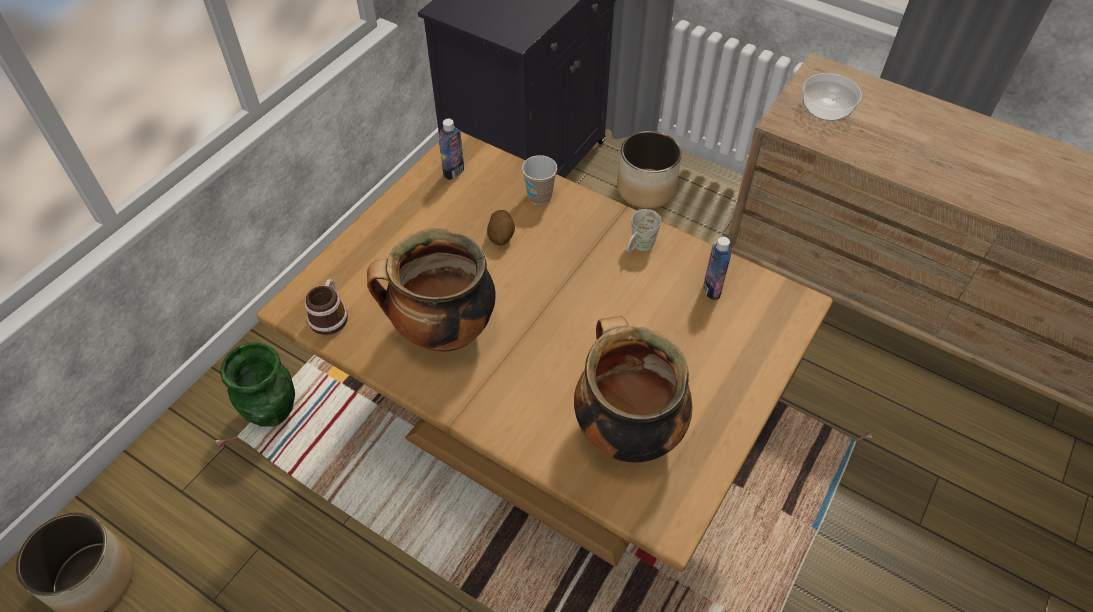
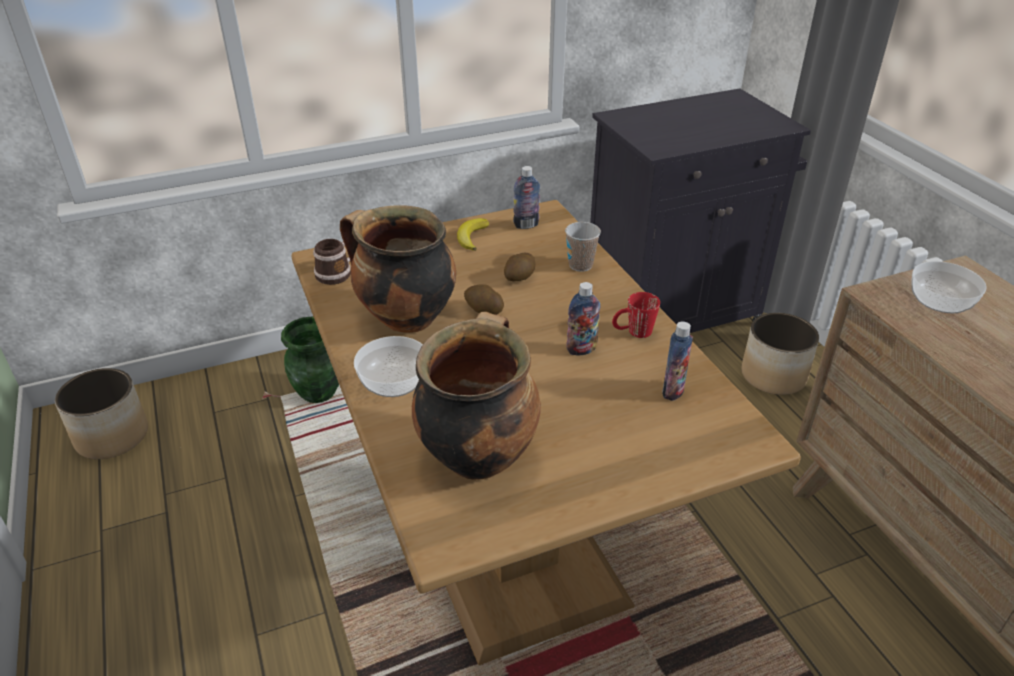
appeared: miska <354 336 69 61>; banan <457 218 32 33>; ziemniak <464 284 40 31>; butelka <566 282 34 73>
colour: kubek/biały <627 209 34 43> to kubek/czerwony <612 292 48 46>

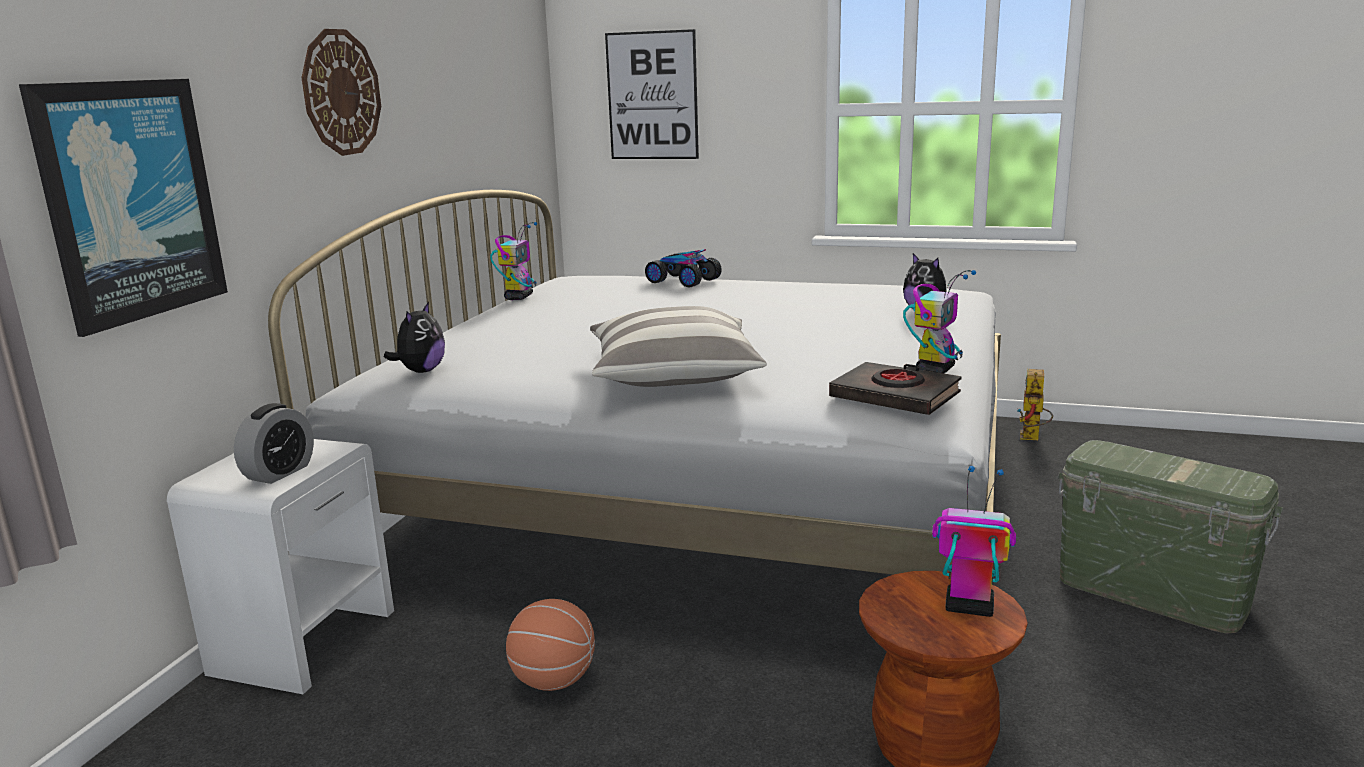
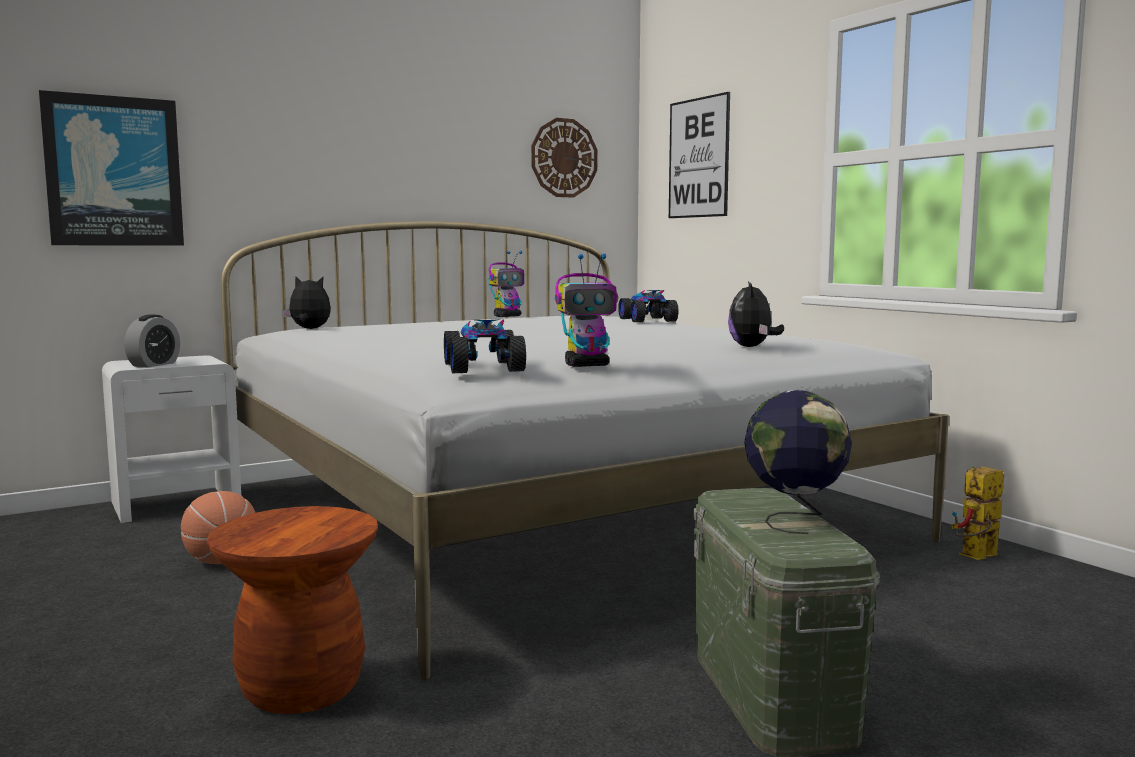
missing: poduszka <590 306 177 81>; robot zabawkowy <932 466 84 151>
appeared: globus <744 390 108 144>
relocated: zegar ścienny <301 29 80 127> to <531 118 66 80>
exchanged: książka/czarny <829 362 133 53> to samochodzik <444 319 82 54>
spun: budzik <234 403 80 81> = <124 315 56 52> 45 degrees counterclockwise; pluszak <384 302 61 71> = <282 276 49 53> 135 degrees counterclockwise

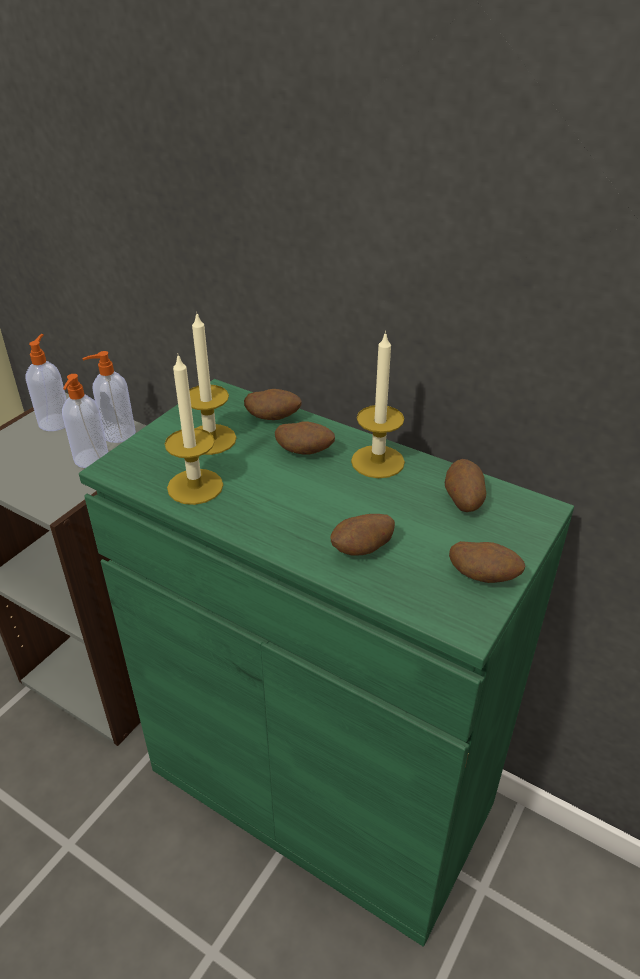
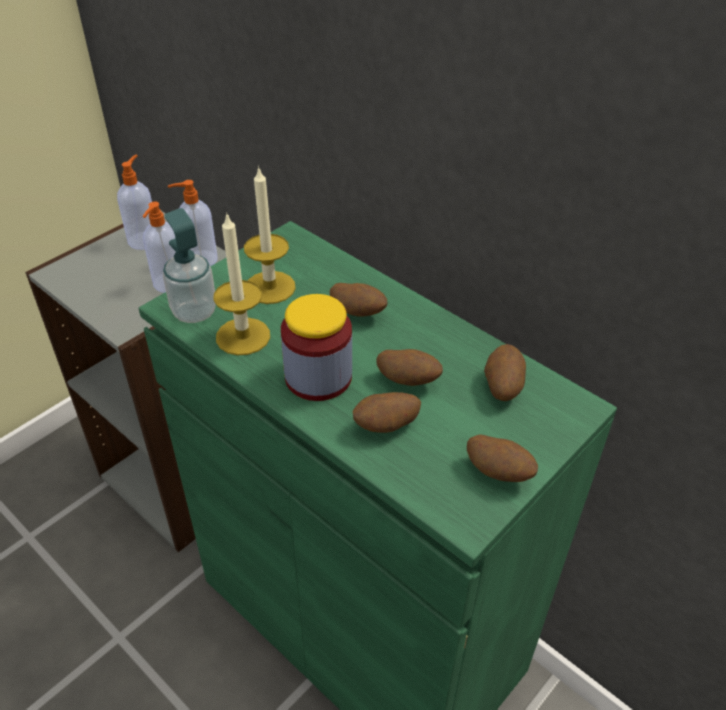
missing: świeca <351 331 54 147>
appeared: dozownik mydła <163 208 53 115>; słoik <281 294 71 107>
relocated: ziemniak <244 389 58 31> to <376 349 67 37>

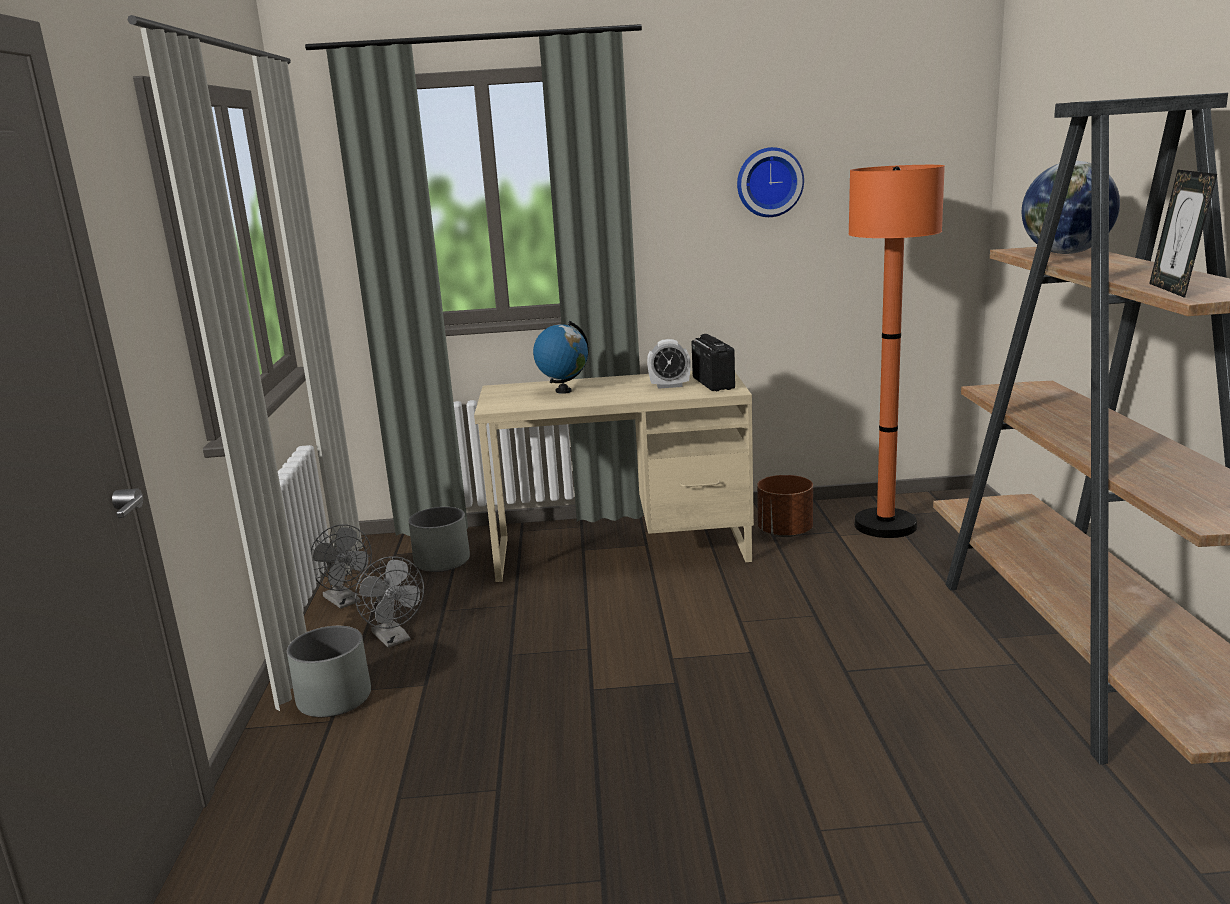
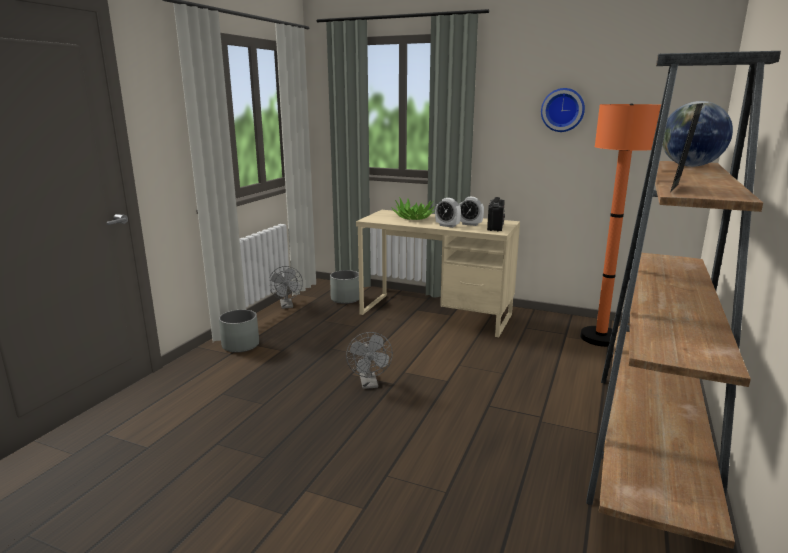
missing: donica/brązowy <757 475 56 62>
appeared: budzik <435 198 26 30>
relocated: wentylator/szary <355 556 69 92> to <346 332 47 57>
exchanged: globus <533 321 56 73> to roślina doniczkowa <391 197 44 23>

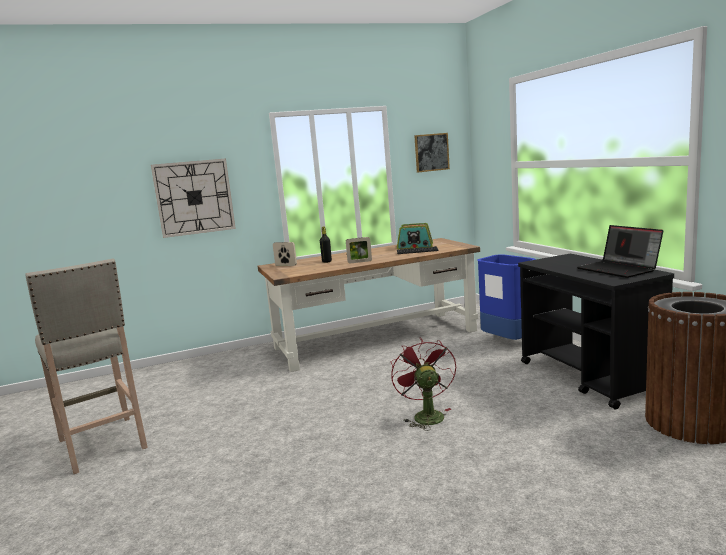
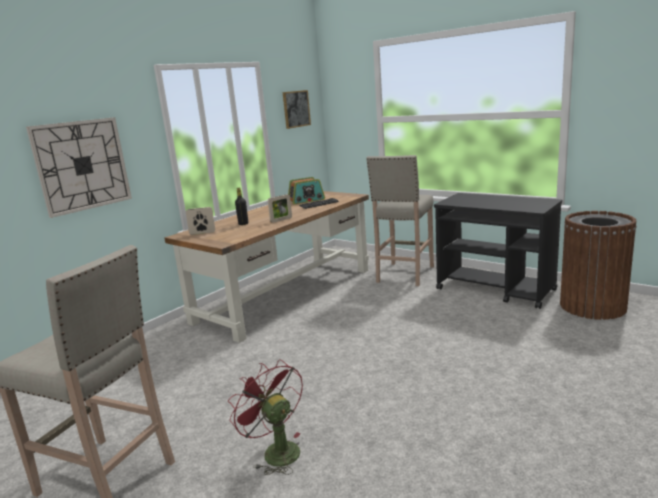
missing: laptop <577 225 86 53>
relocated: wentylator/czerwony <391 337 65 94> to <228 359 75 116>
exchanged: kosz na śmieci/niebieski <477 254 59 86> to stołek/beżowy <366 155 68 131>

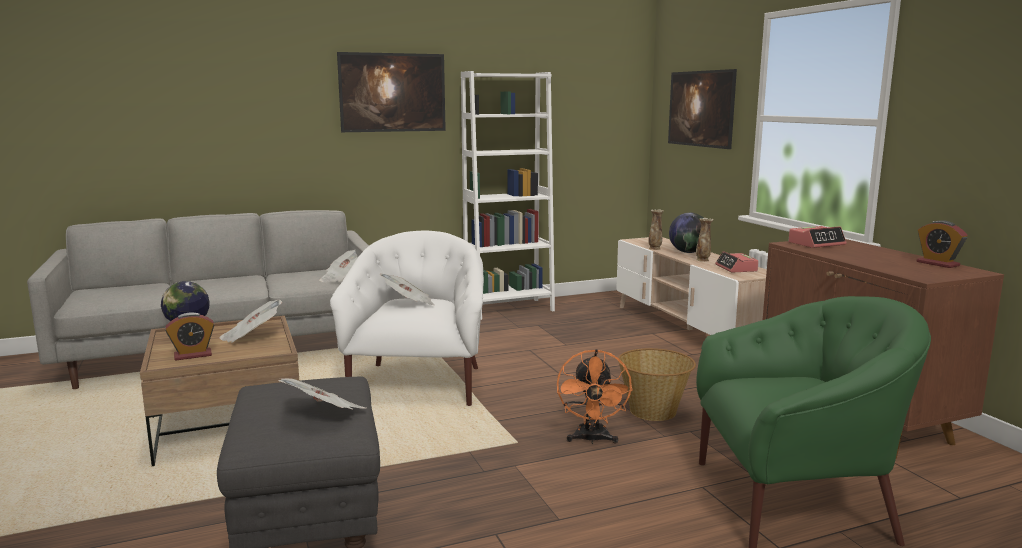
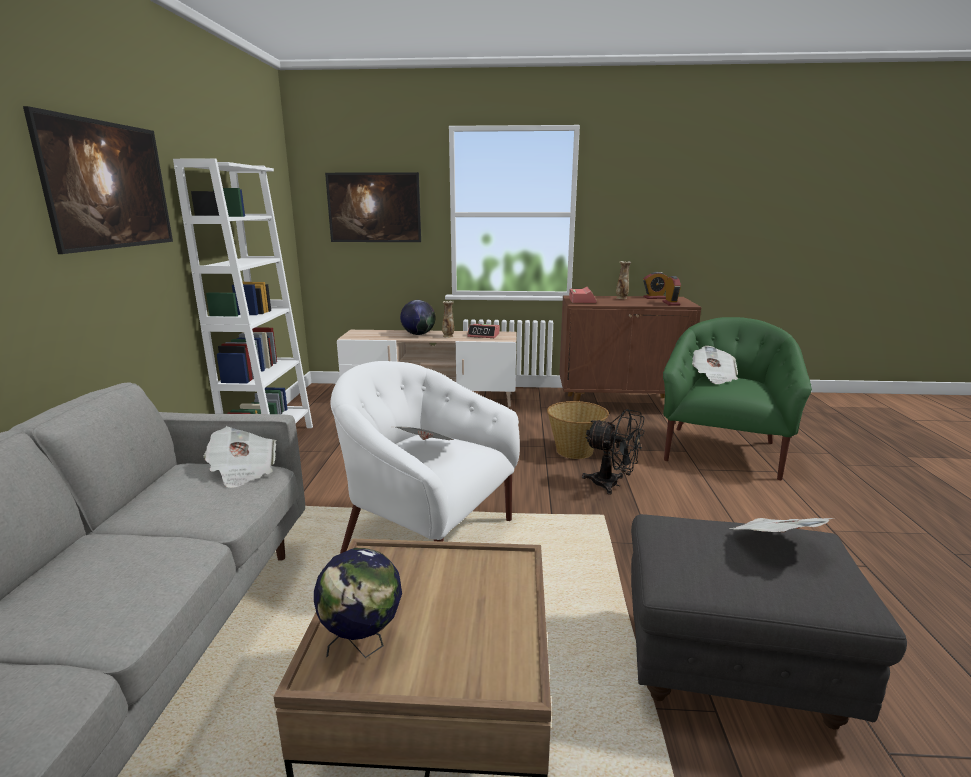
relocated: wazon <648 209 15 41> to <616 261 16 38>; budzik <165 313 49 48> to <662 276 19 30>; gazeta <220 300 62 43> to <692 346 46 38>
colour: wentylator/pomarańczowy <557 349 75 95> to wentylator/czarny <582 409 62 86>

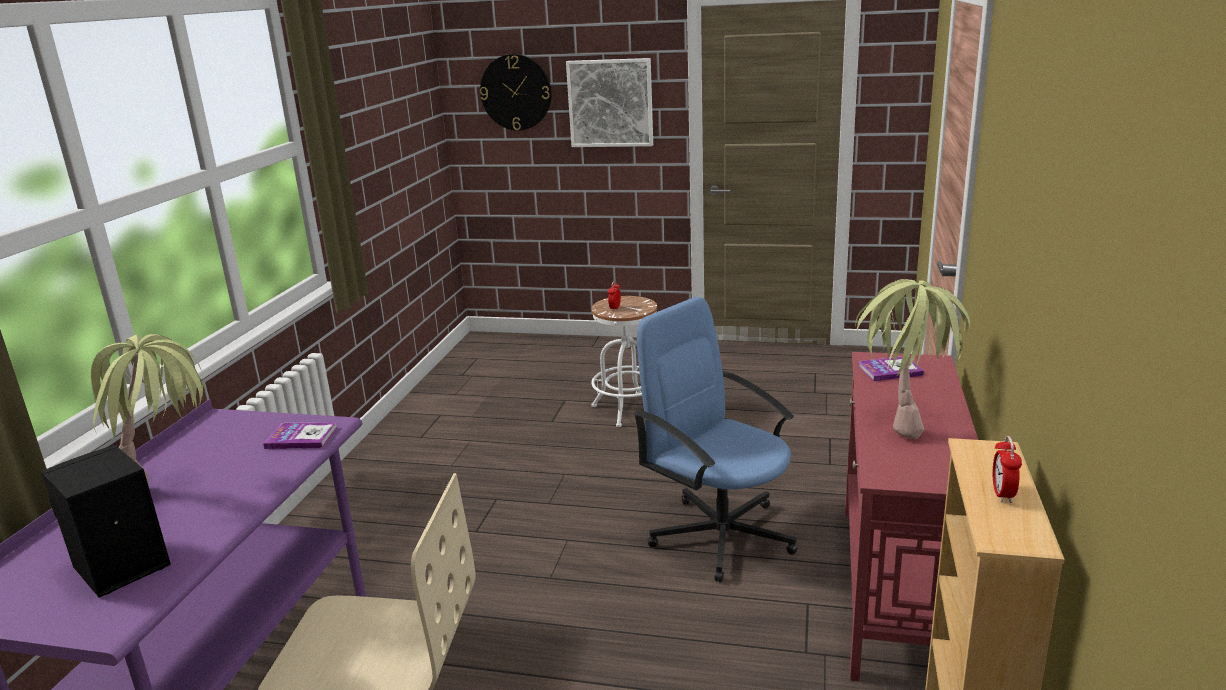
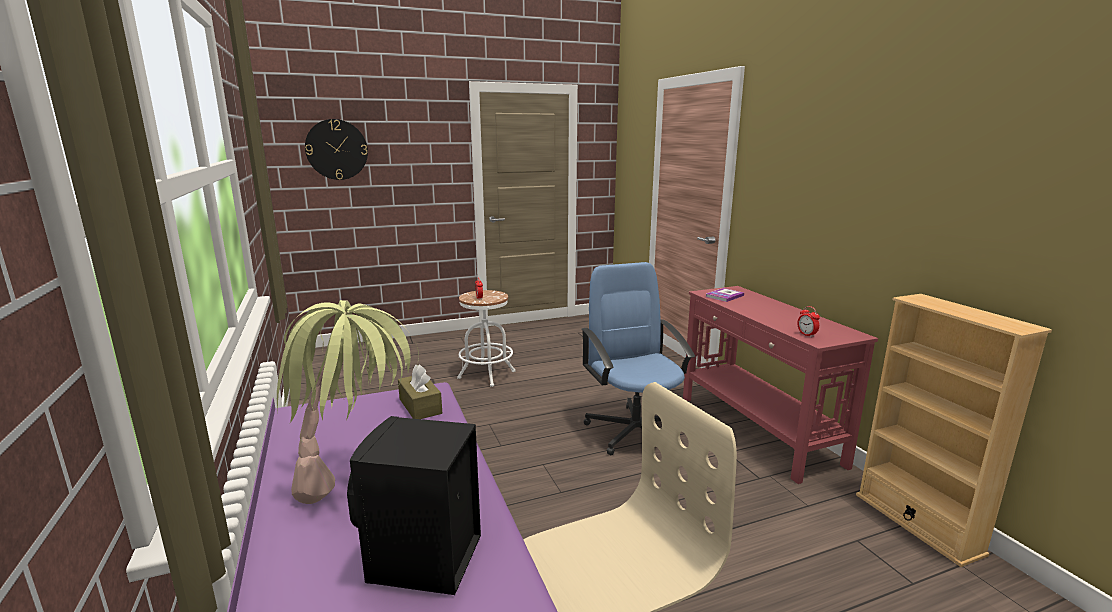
missing: obraz <566 58 87 89>; roślina doniczkowa <856 279 114 160>
relocated: budzik <993 436 29 67> to <797 306 23 31>
exchanged: książka <263 422 75 27> to pudełko chusteczek/brązowy <398 364 44 55>
spun: krzesło biurowe/niebieski <633 297 165 285> = <582 262 113 194> 60 degrees clockwise

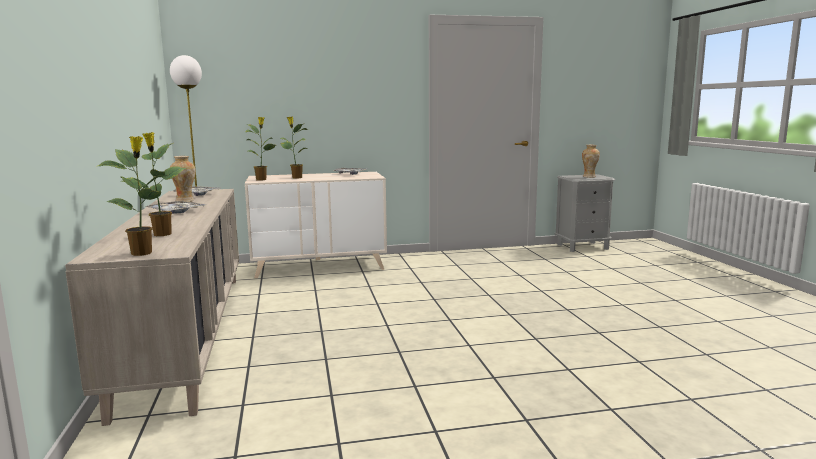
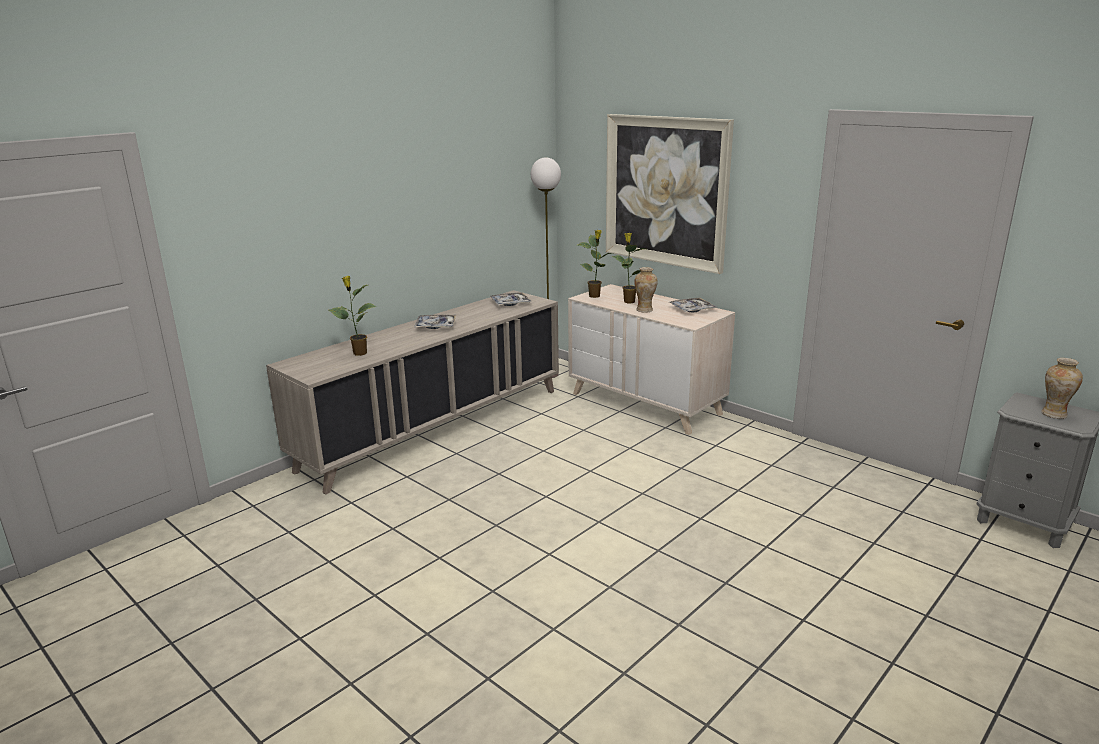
missing: roślina doniczkowa <98 136 70 120>
appeared: obraz <606 114 128 160>
relocated: wazon <170 156 25 46> to <634 267 24 46>

